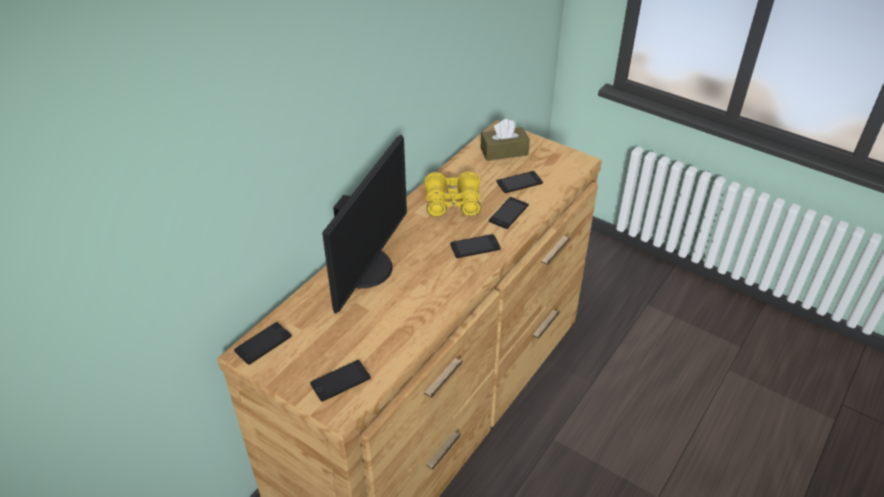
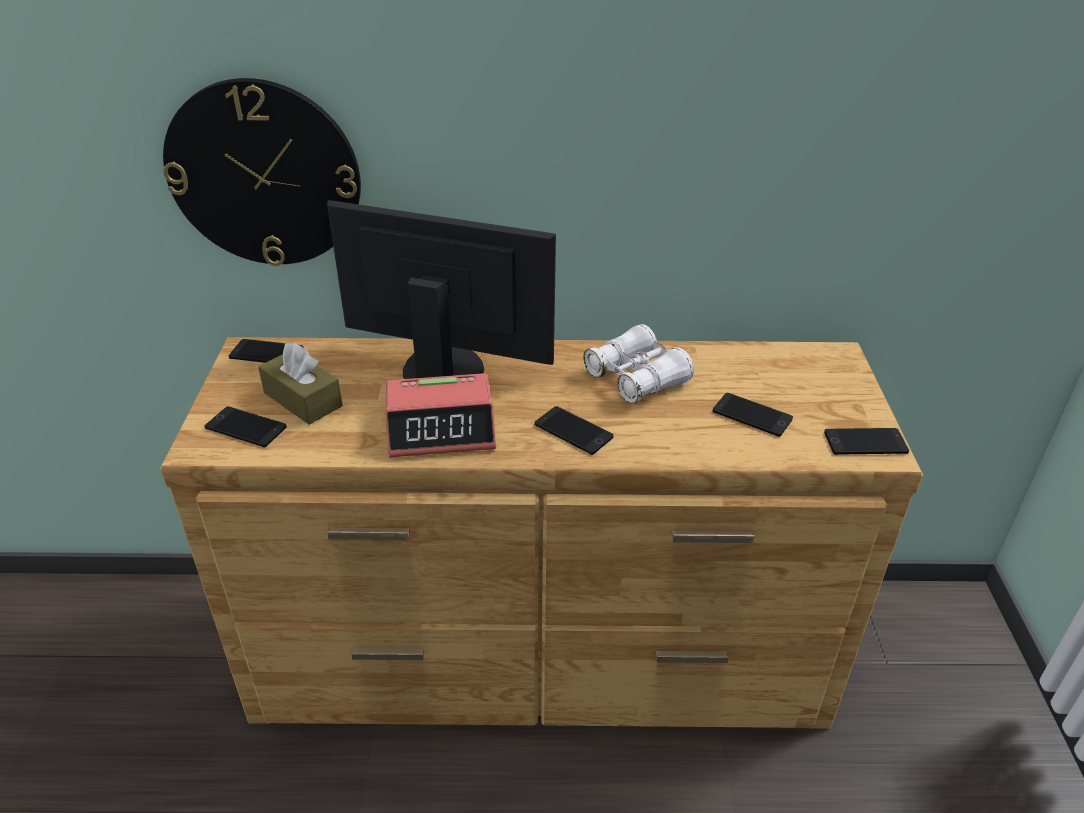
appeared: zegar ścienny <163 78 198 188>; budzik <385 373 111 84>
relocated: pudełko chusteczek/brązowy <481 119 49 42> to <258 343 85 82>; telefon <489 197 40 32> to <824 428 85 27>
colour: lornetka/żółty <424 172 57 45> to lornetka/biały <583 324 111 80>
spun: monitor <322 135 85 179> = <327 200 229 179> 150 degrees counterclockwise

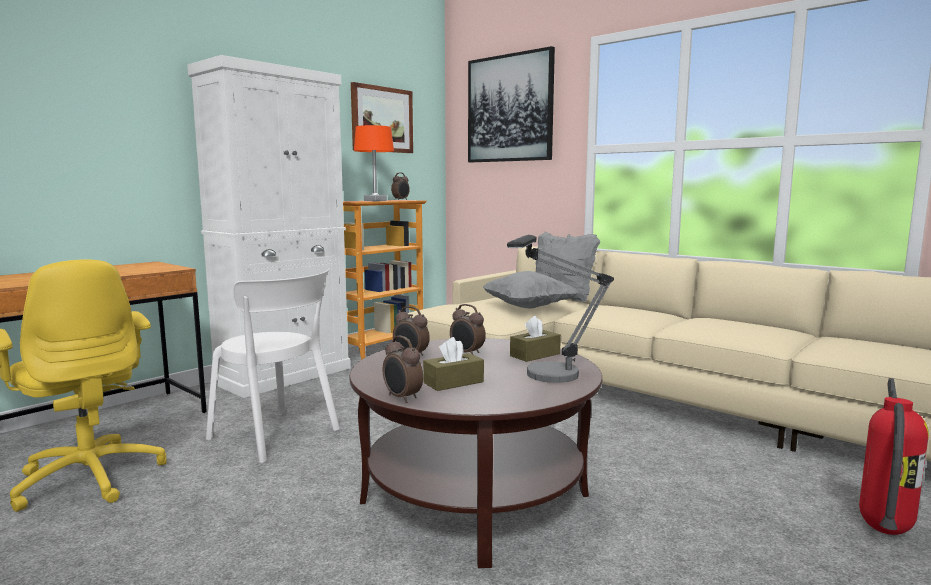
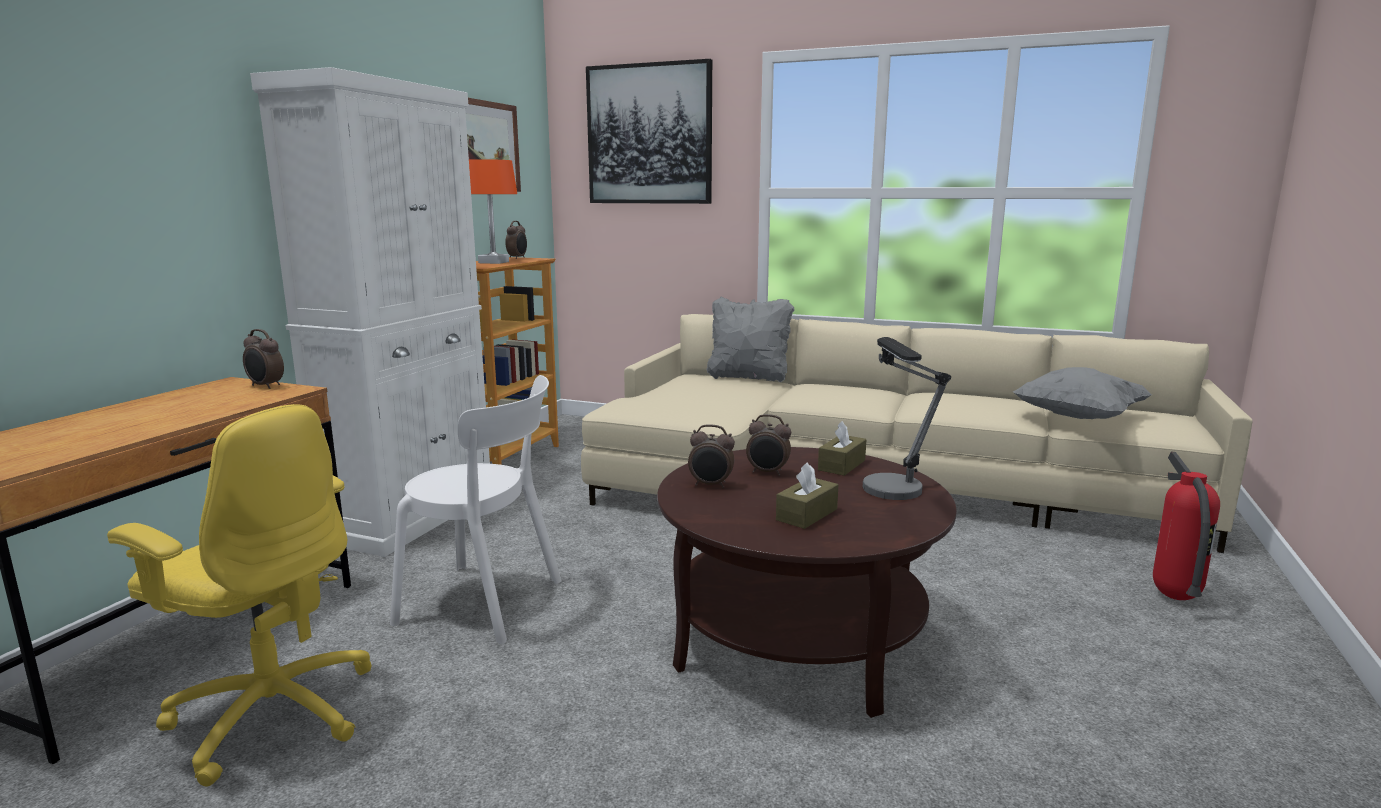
relocated: budzik <383 335 40 68> to <243 329 41 60>; poduszka/szary <483 271 96 38> to <1013 367 139 52>

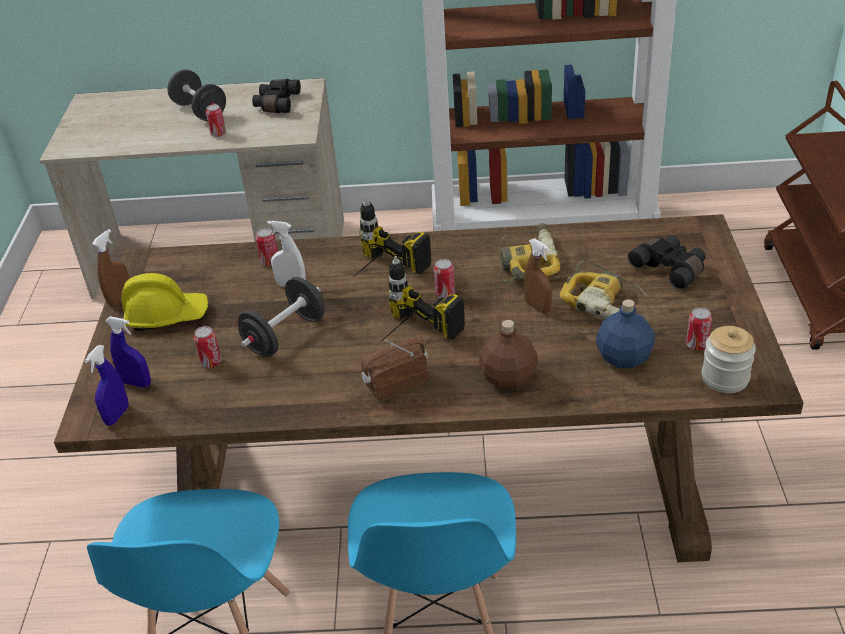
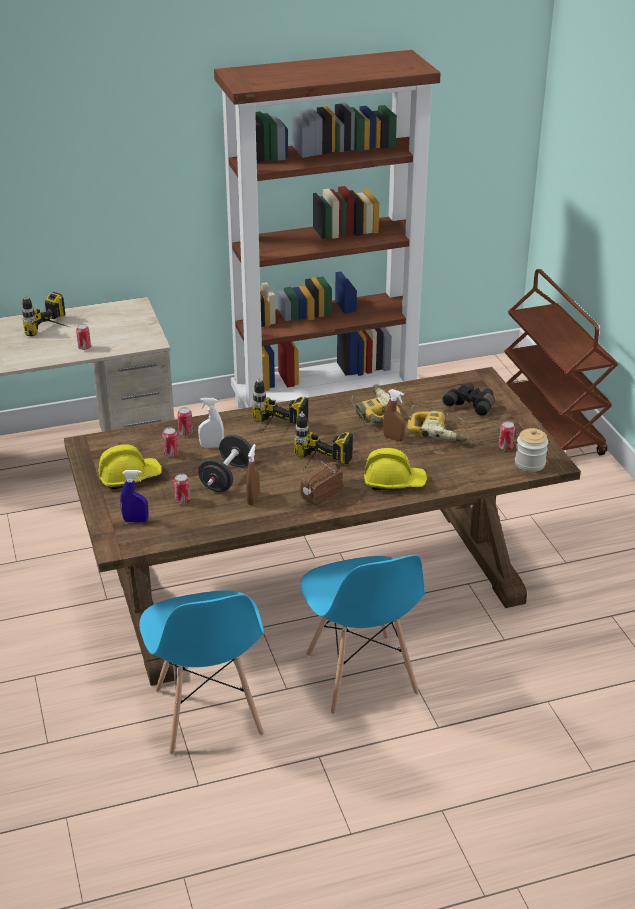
missing: spryskiwacz/niebieski <84 345 45 81>; lornetka/czarny <252 79 49 34>; butelka/niebieski <596 299 59 69>
relocated: puszka <434 259 21 39> to <162 427 16 30>; spryskiwacz/brązowy <92 229 38 77> to <246 444 14 61>
exchanged: hantel/czarny <168 69 58 52> to wiertarka <22 292 47 44>; butelka/brązowy <479 320 59 69> to kask/żółty <364 448 63 42>

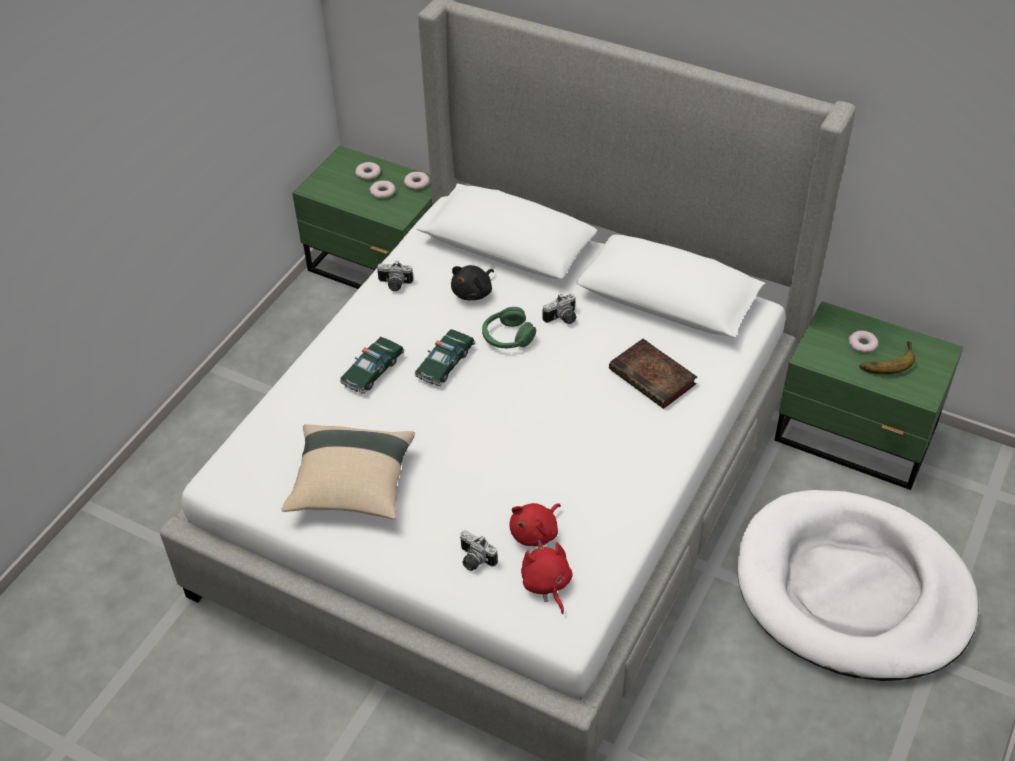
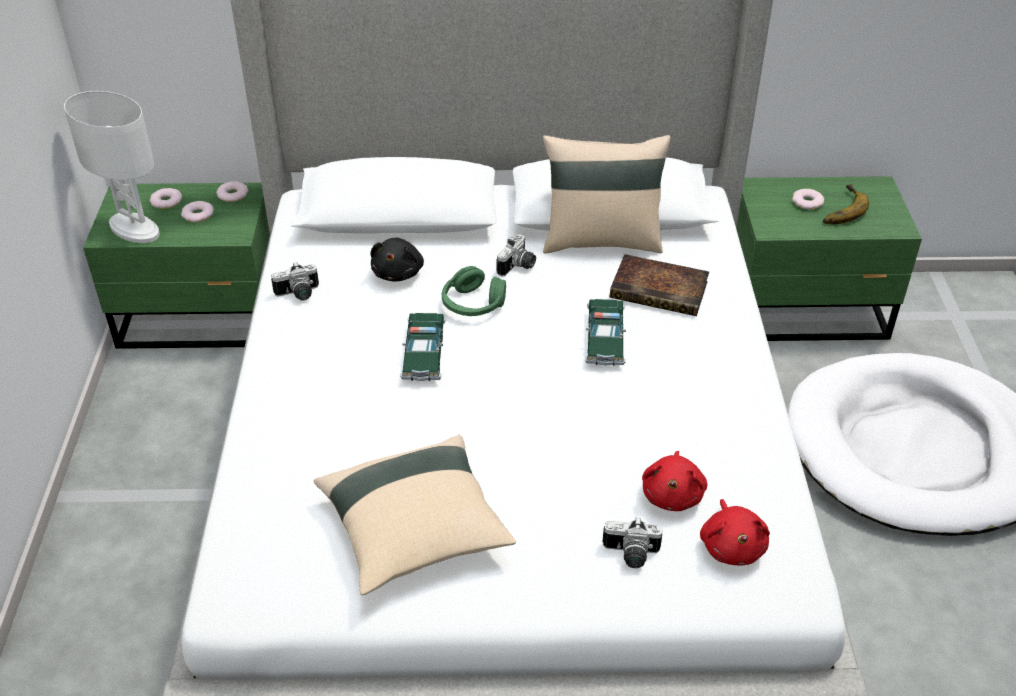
appeared: lampa stołowa/biały <64 91 96 152>; poduszka/beżowy <543 135 128 119>
relocated: samochodzik <340 337 65 57> to <585 299 41 67>
spun: pluszak/czerwony <521 540 52 74> = <700 499 70 67> 135 degrees counterclockwise

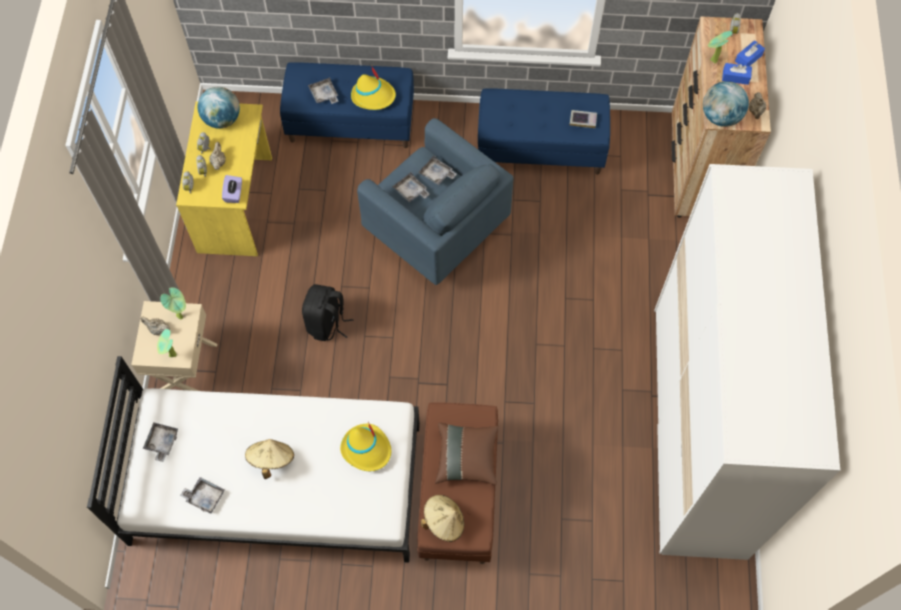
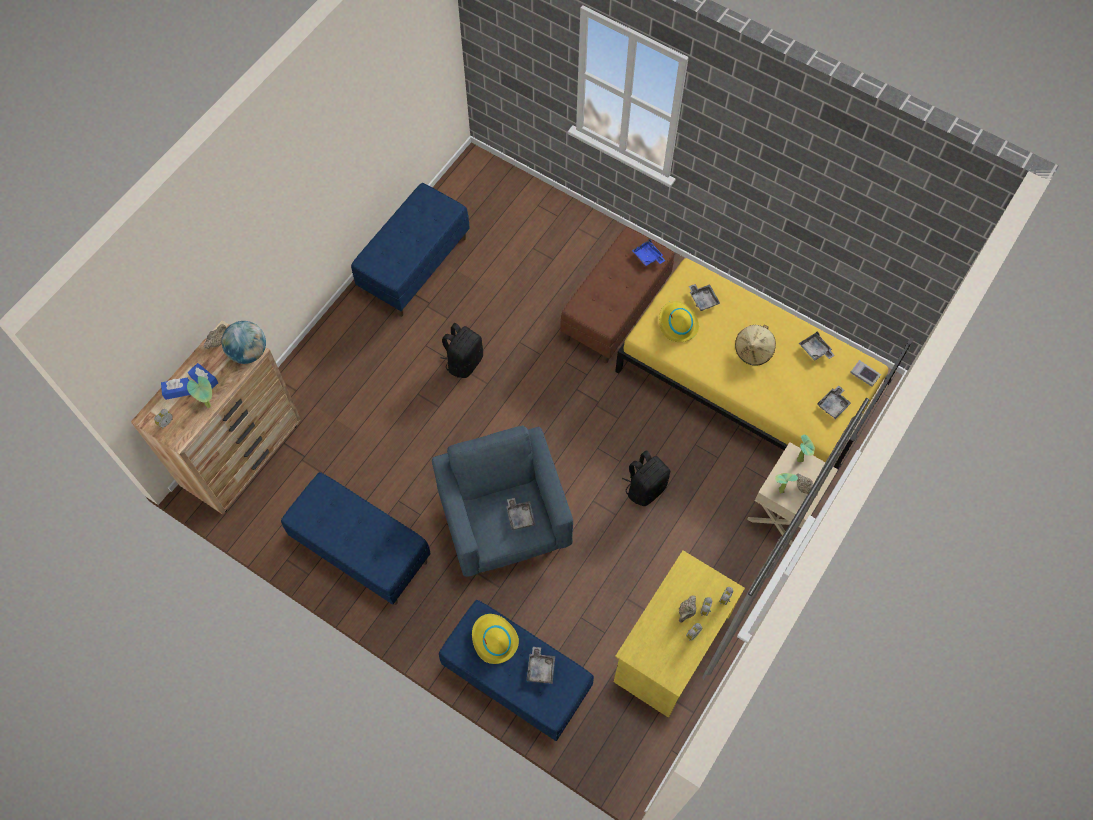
missing: globus <197 87 43 42>; pudełko chusteczek/fioletowy <222 175 20 28>; poduszka/brązowy <435 423 63 62>
appeared: plecak/czarny <441 323 42 55>
relocated: taca/szary <418 156 39 29> to <689 284 31 27>; książka <570 110 27 18> to <850 360 31 27>
exchanged: szafa/biały <655 164 185 396> to ławka/niebieski <351 183 119 134>; kapelusz/beżowy <421 495 43 47> to taca/niebieski <632 239 34 27>
colour: łóżko/biały <87 356 333 207> to łóżko/żółty <615 258 299 211>

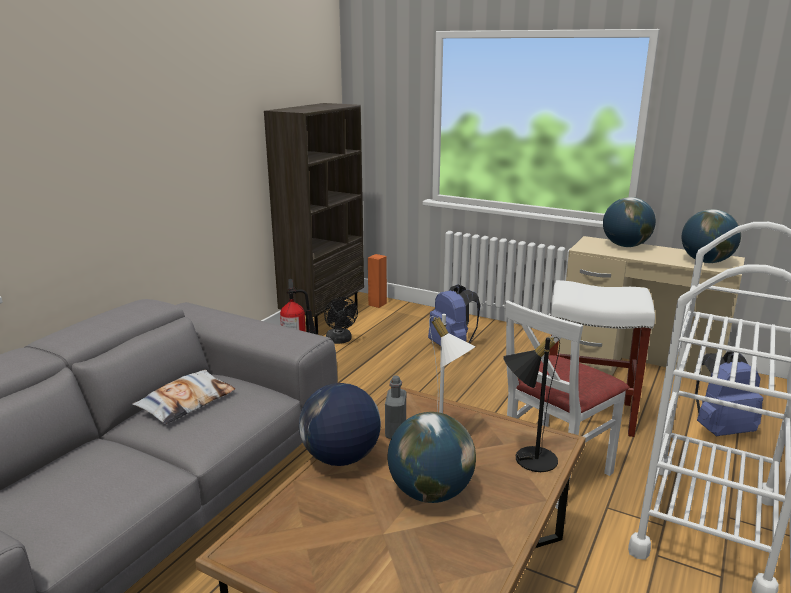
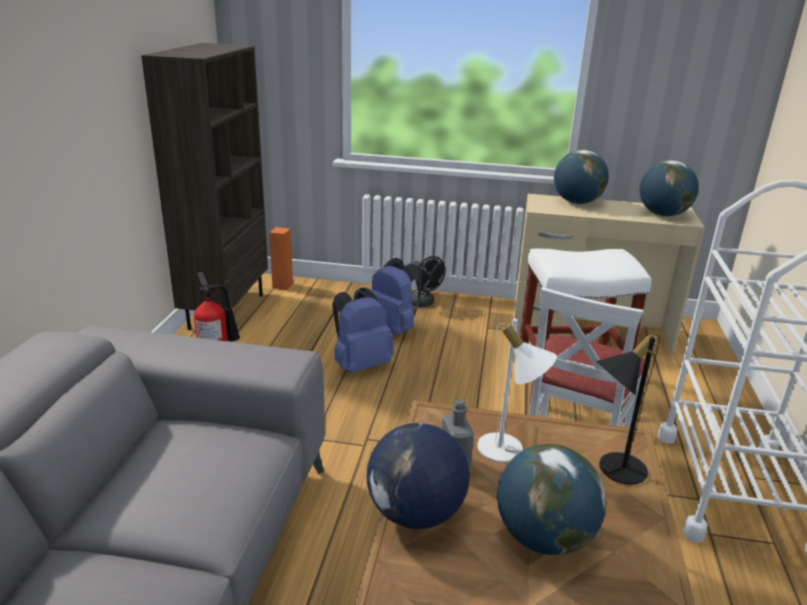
missing: poduszka <132 370 103 55>
relocated: plecak/niebieski <695 351 68 85> to <332 288 62 85>; wentylator/czarny <324 297 34 47> to <412 256 34 51>

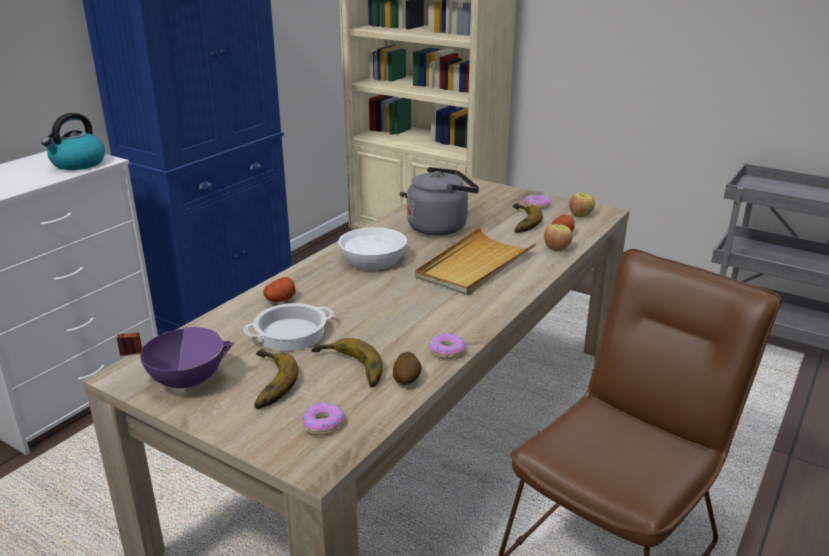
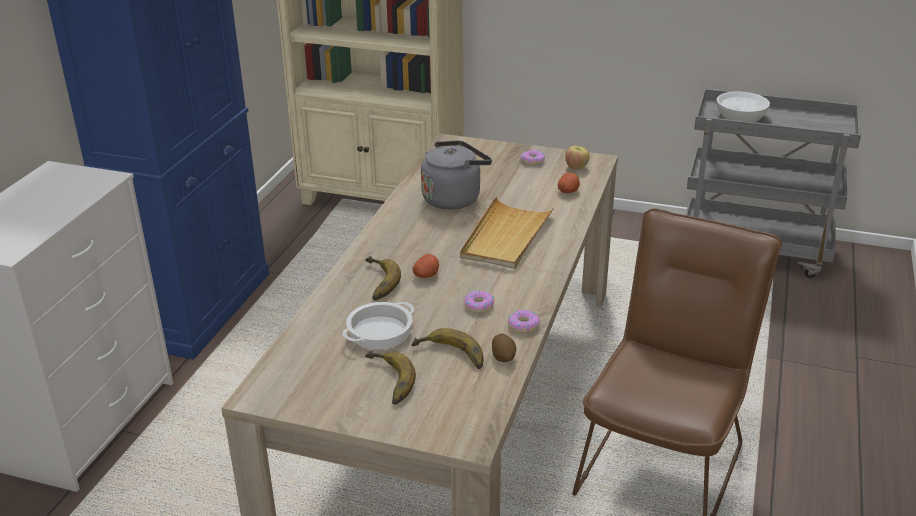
missing: czajnik <41 113 64 57>; garnek/fioletowy <117 327 118 66>; jabłko <544 224 29 27>
relocated: banan <513 203 30 30> to <365 256 36 44>; ziemniak <263 277 33 25> to <412 254 27 24>; donut <302 403 42 32> to <465 291 29 22>; miska/biały <338 227 69 43> to <717 91 53 31>

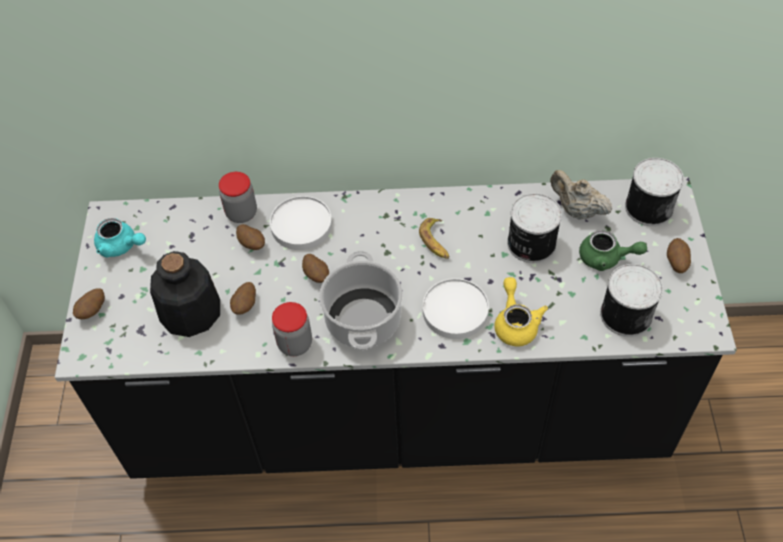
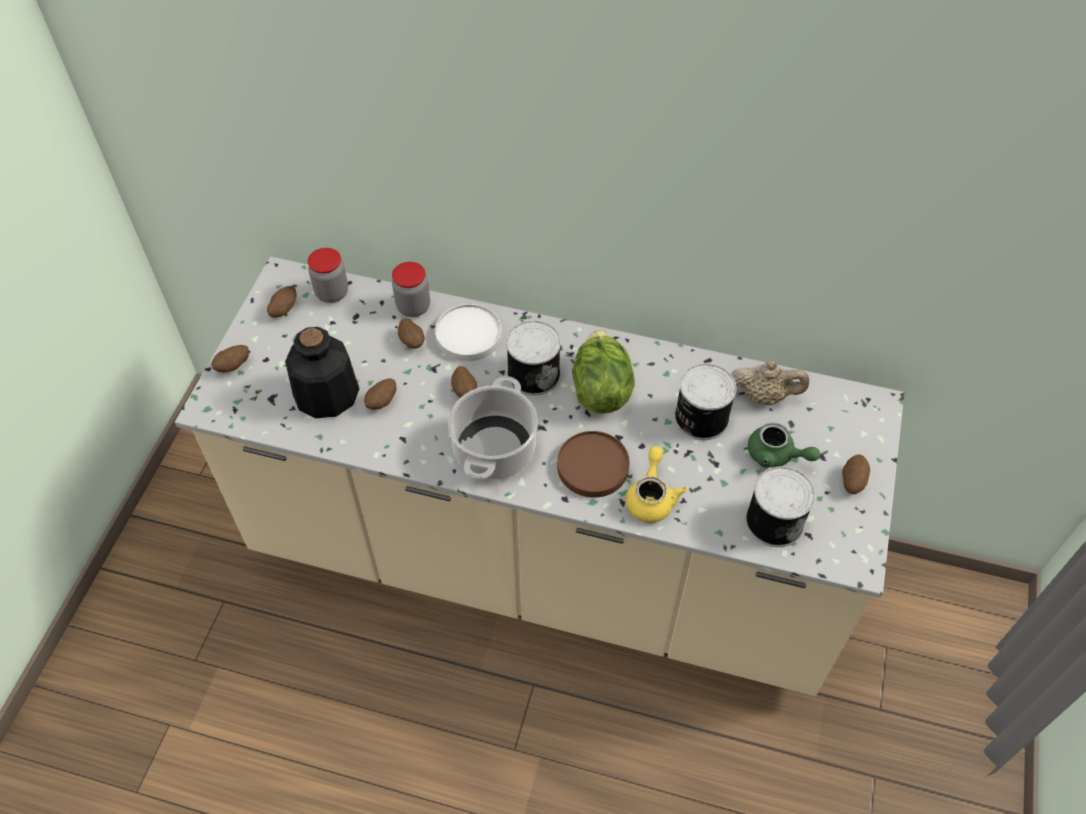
relocated: słoik <272 302 40 54> to <308 248 40 55>; puszka <625 158 59 68> to <506 320 55 76>
exchanged: imbryk/turkusowy <94 218 52 40> to ziemniak <267 286 30 32>; banan <419 218 30 41> to sałata <572 330 62 84>
colour: zabudowa kuchenna/czarny <55 177 682 302> to zabudowa kuchenna/beżowy <175 257 729 439>; talerz/biały <423 278 66 61> to talerz/brązowy <557 431 73 67>
spun: imbryk/beżowy <550 170 62 50> = <731 361 78 45> 135 degrees clockwise

